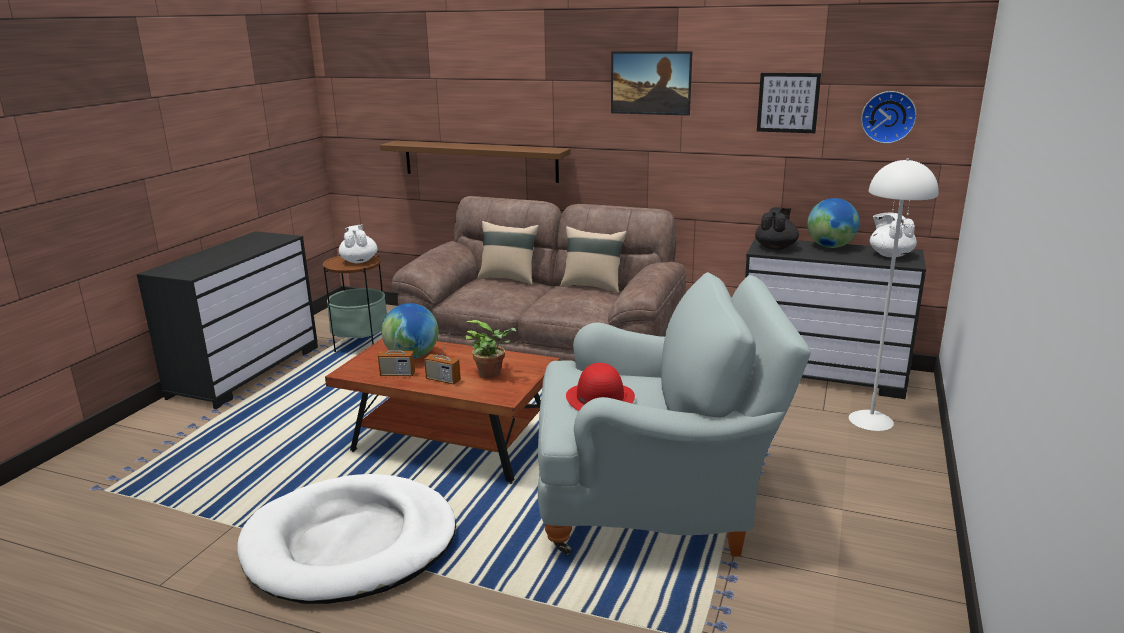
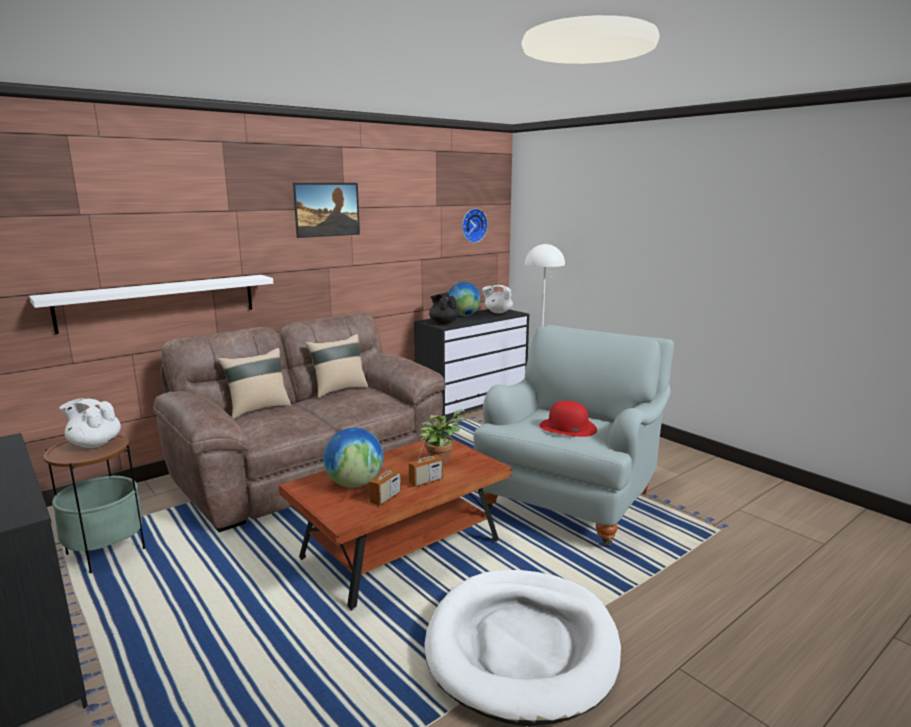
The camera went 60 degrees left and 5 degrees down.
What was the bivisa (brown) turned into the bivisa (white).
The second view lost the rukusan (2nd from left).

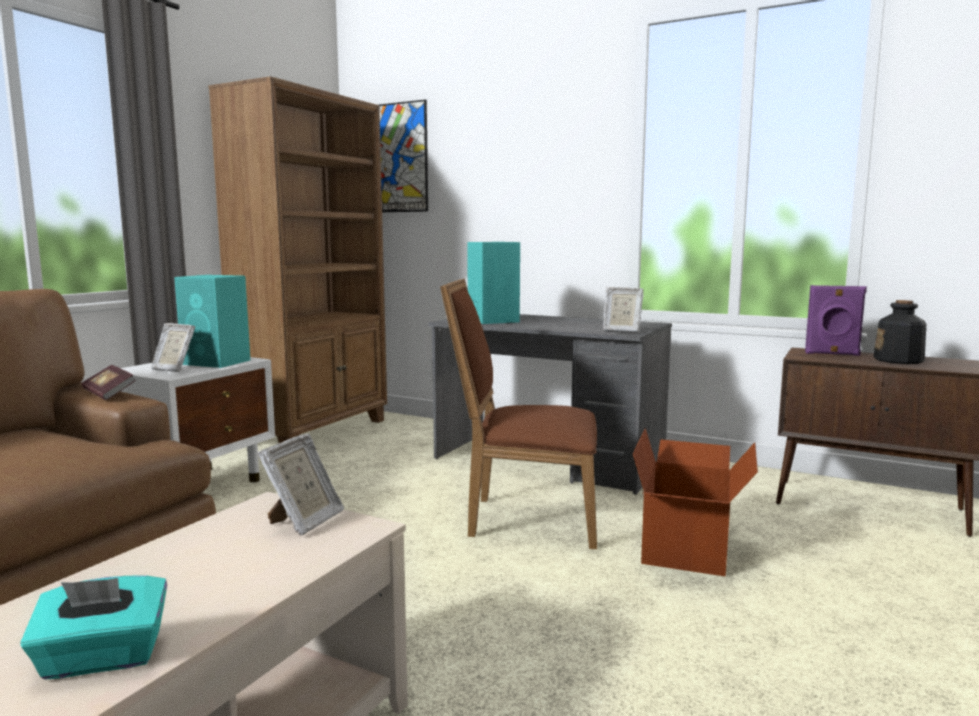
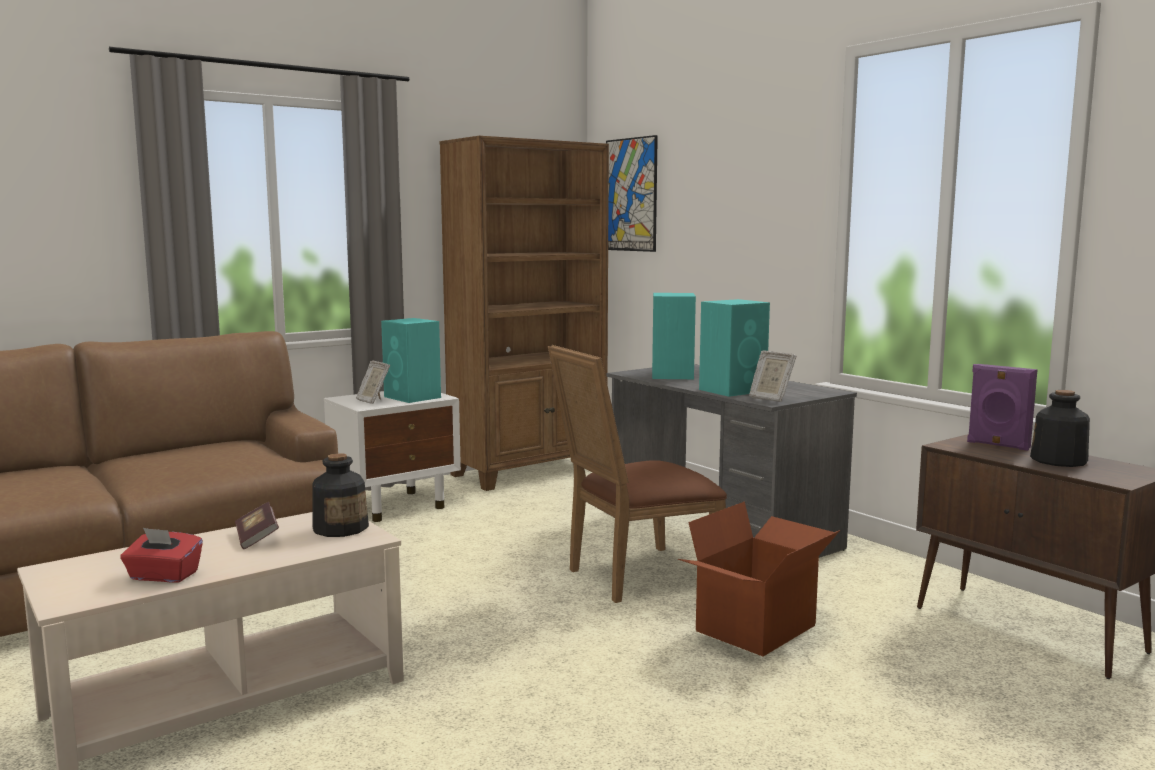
The camera went 25 degrees right and 0 degrees up.
What was the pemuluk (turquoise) turned into the pemuluk (red).
The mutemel ended up elsewhere.
Where the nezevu (2nd from left) stood, the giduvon (1st from left) came to stand.
The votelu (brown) ended up facing another way, 60 degrees counterclockwise from before.
The second view gained the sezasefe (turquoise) (3rd from left).

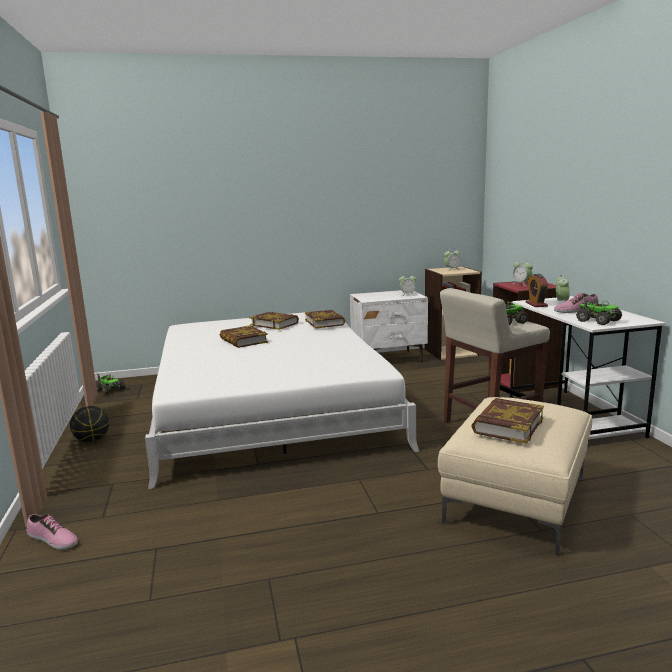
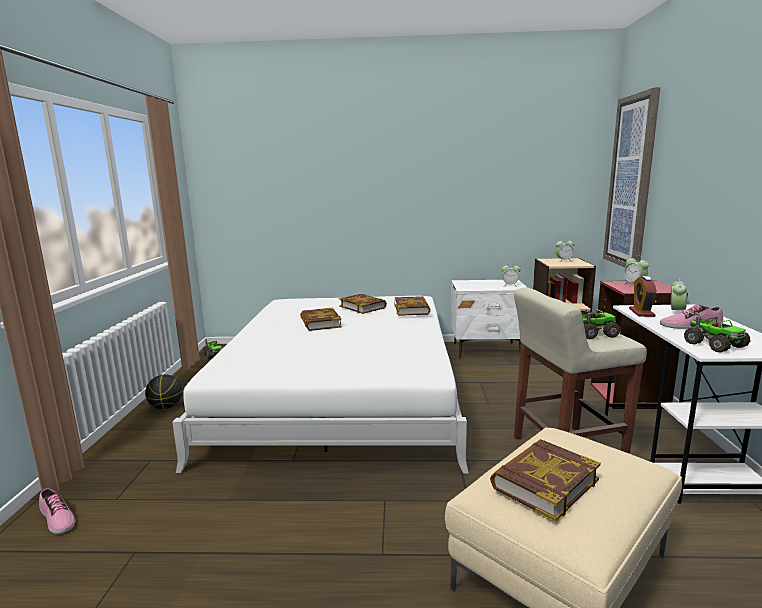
The camera went 15 degrees right and 0 degrees up.
The second view gained the rukusan.

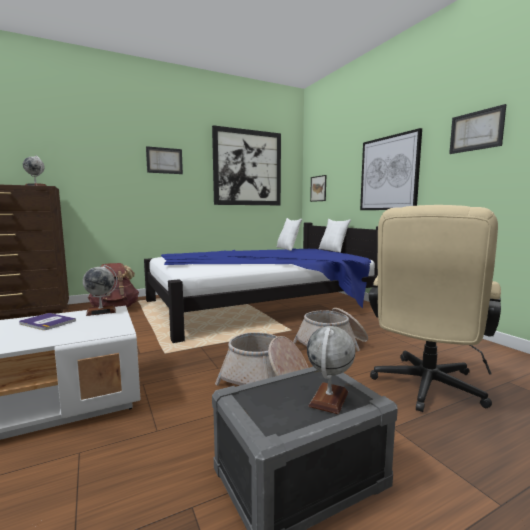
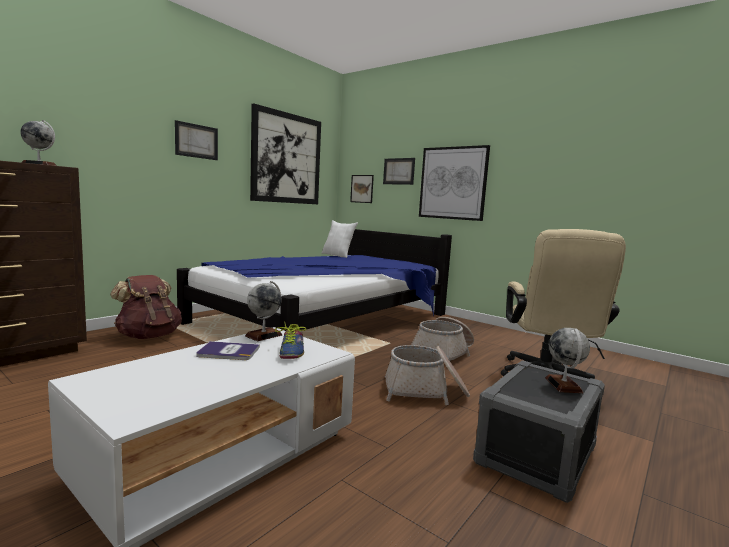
The camera went 25 degrees left and 0 degrees up.
The second view gained the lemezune.
The rukusan (5th from left in the first image) ended up elsewhere.
The second view lost the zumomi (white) (2nd from left).

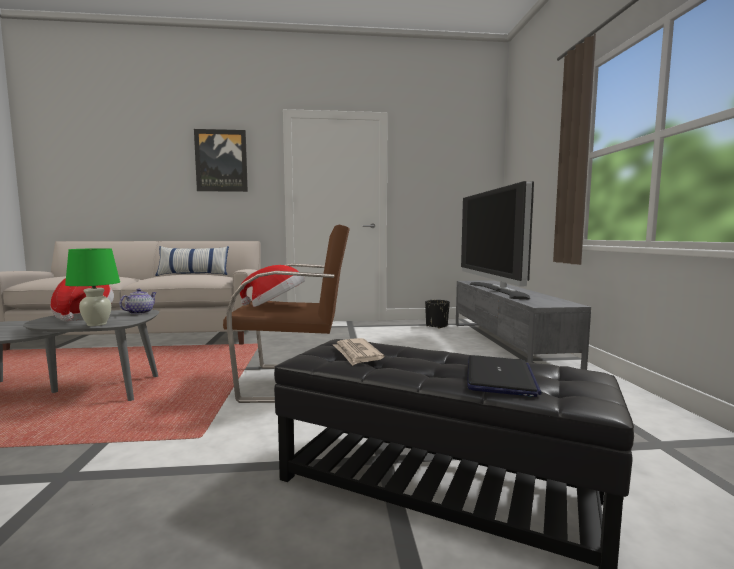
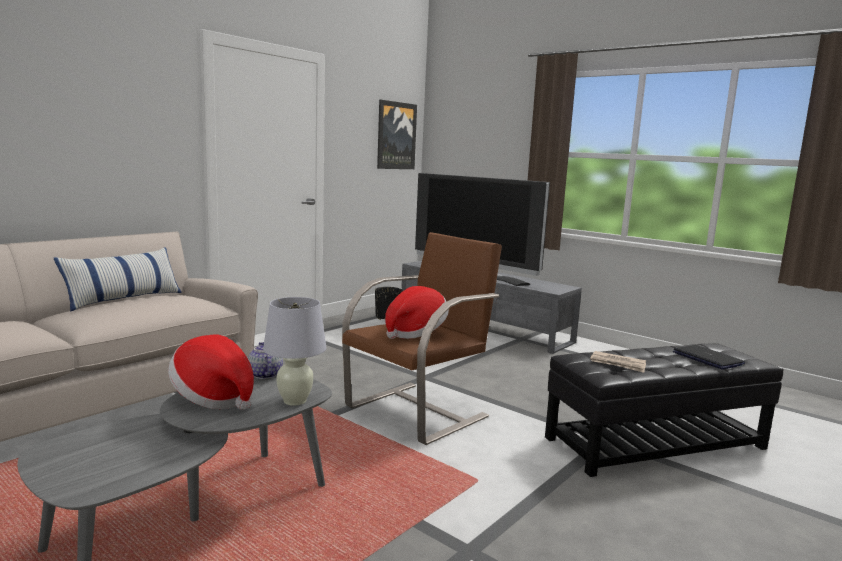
The camera went 45 degrees left and 5 degrees up.
What was the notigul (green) turned into the notigul (white).
The rukusan ended up elsewhere.

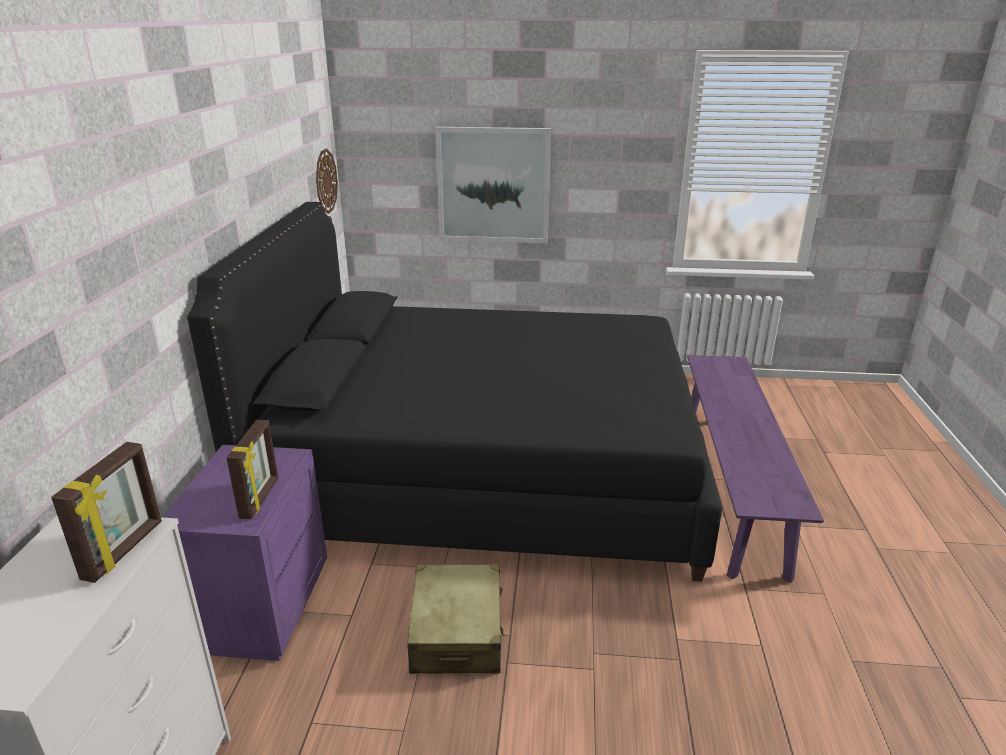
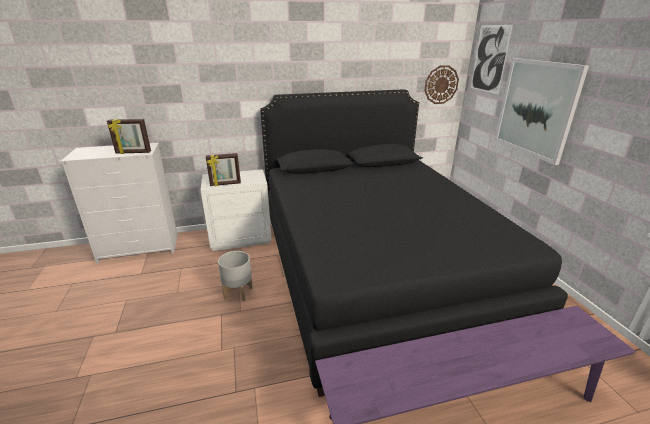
The camera went 70 degrees right and 0 degrees up.
What was the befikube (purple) turned into the befikube (white).
Where the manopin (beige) stood, the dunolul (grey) came to stand.
The second view gained the rukusan (1st from left).

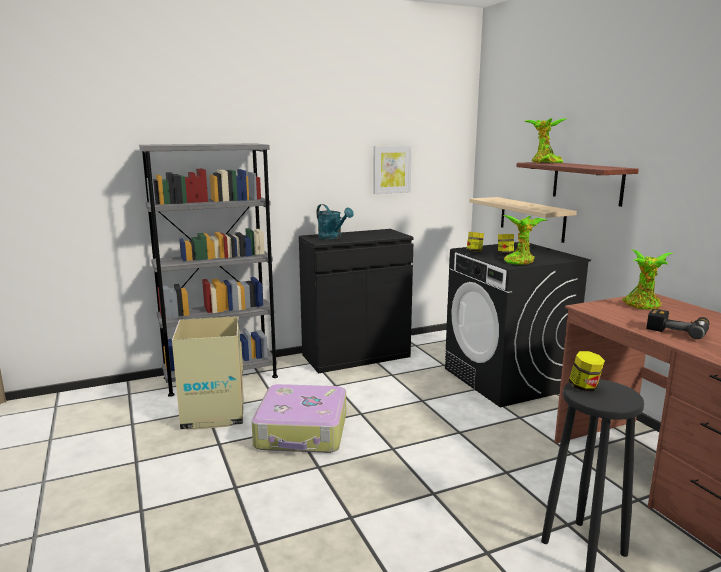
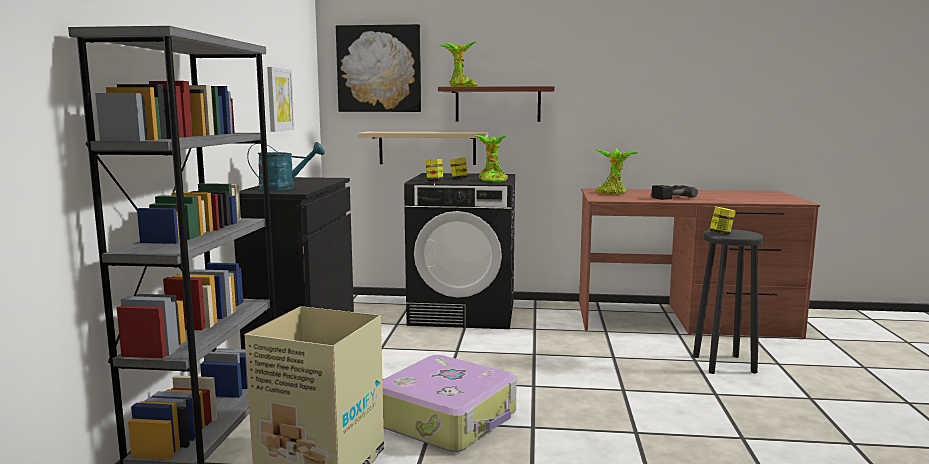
The camera went 60 degrees left and 5 degrees down.
The second view gained the rukusan (2nd from left).

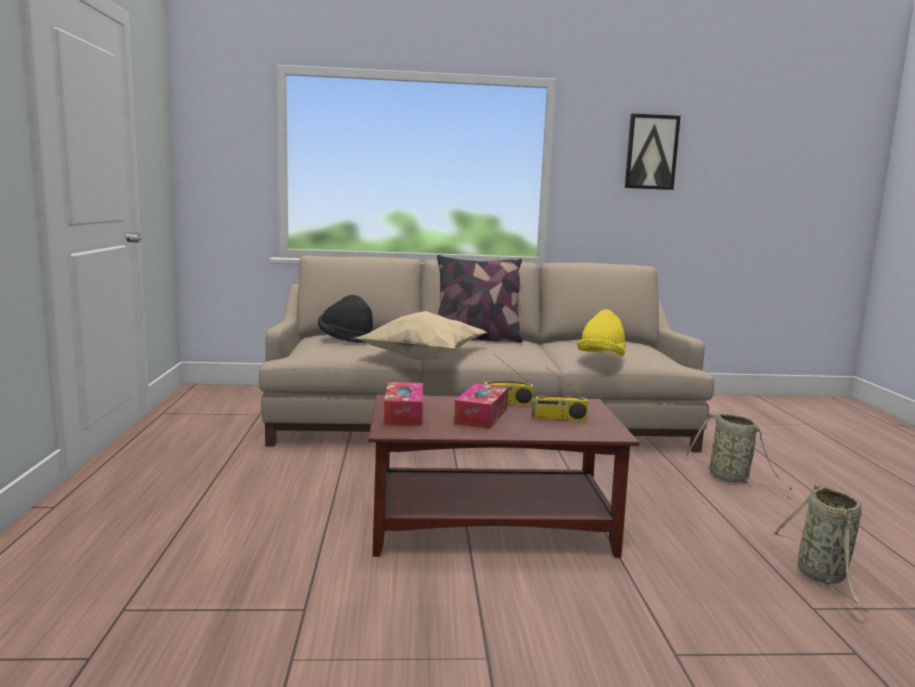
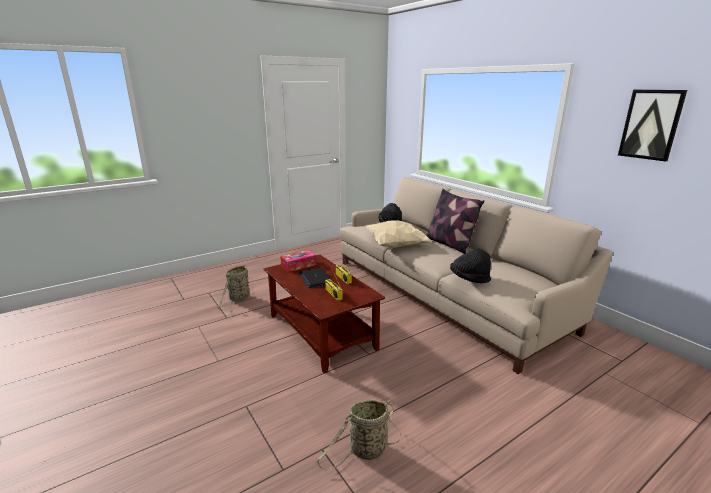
The camera went 60 degrees right and 10 degrees up.
The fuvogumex (1st from left) ended up elsewhere.
Where the pemuluk (2nd from left) stood, the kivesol came to stand.
What was the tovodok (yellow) turned into the tovodok (black) (2nd from left).

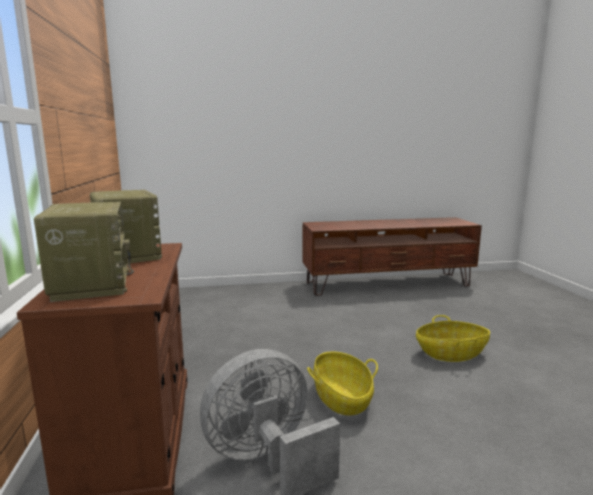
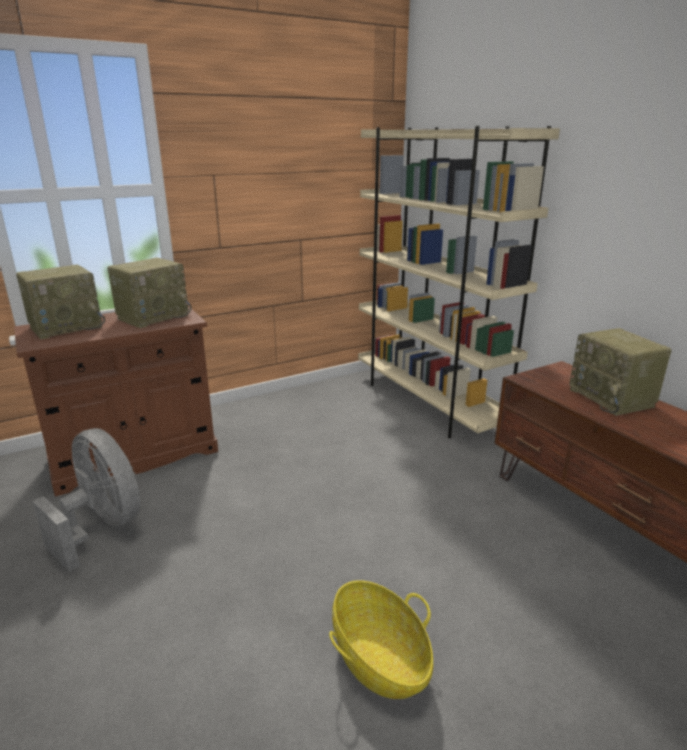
The camera went 70 degrees right and 10 degrees up.
The second view gained the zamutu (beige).
The second view gained the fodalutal (3rd from left).
The second view lost the fuvogumex (1st from left).

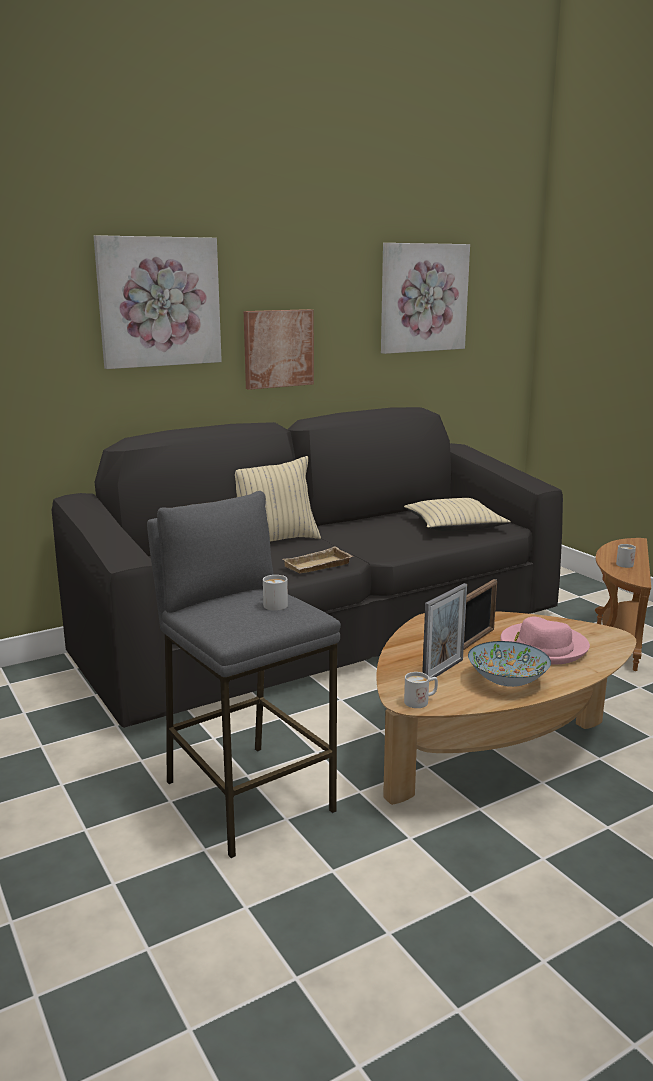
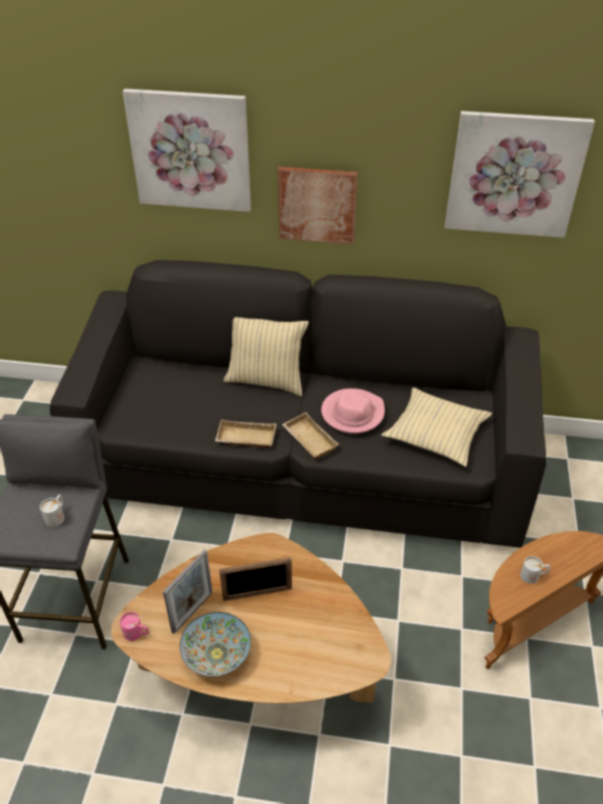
The camera went 40 degrees right and 25 degrees up.
What was the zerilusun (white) (2nd from left) turned into the zerilusun (pink).
The nezevu (1st from left) ended up facing another way, 45 degrees counterclockwise from before.
The second view gained the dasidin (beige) (2nd from left).
The tovodok (pink) ended up elsewhere.

